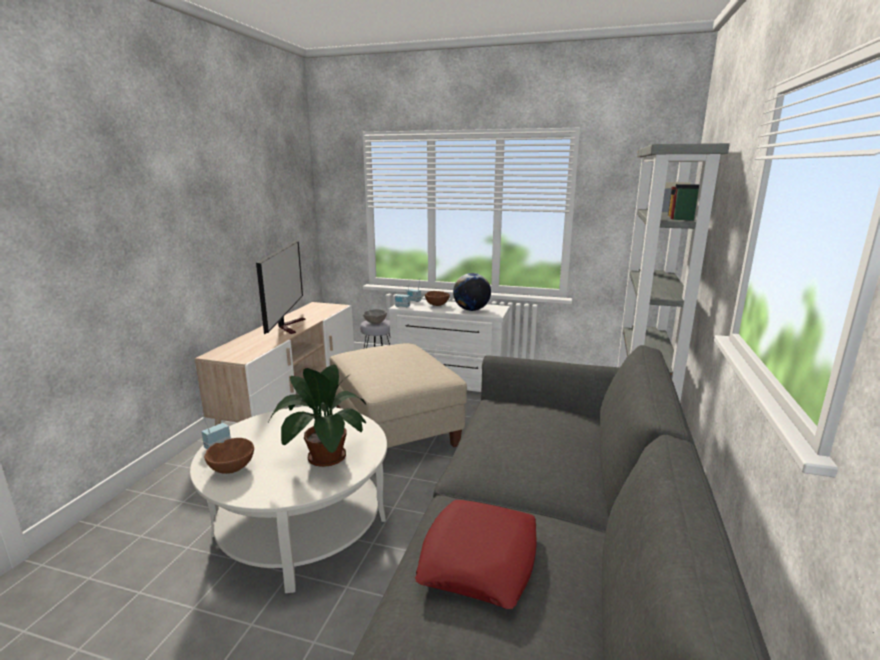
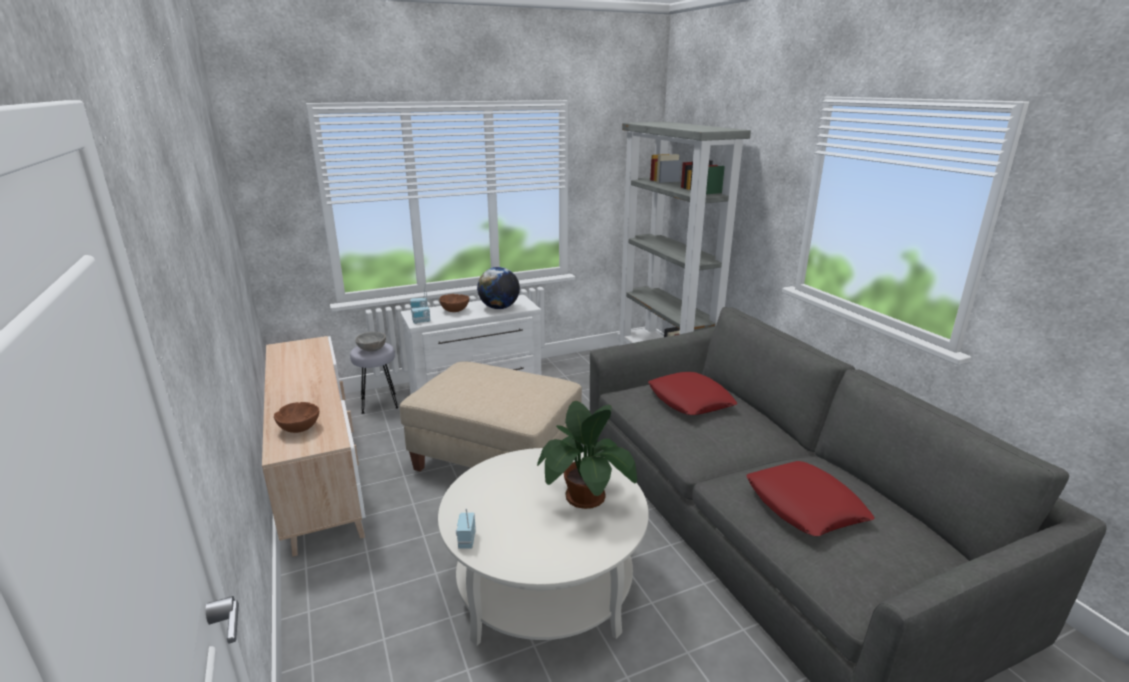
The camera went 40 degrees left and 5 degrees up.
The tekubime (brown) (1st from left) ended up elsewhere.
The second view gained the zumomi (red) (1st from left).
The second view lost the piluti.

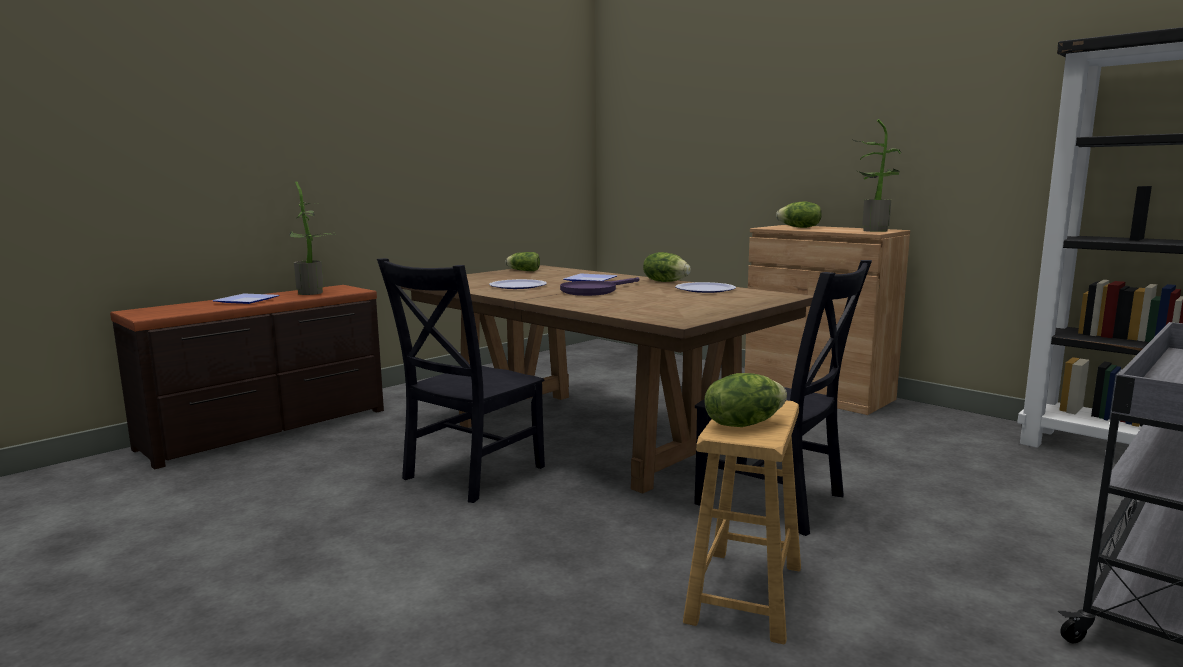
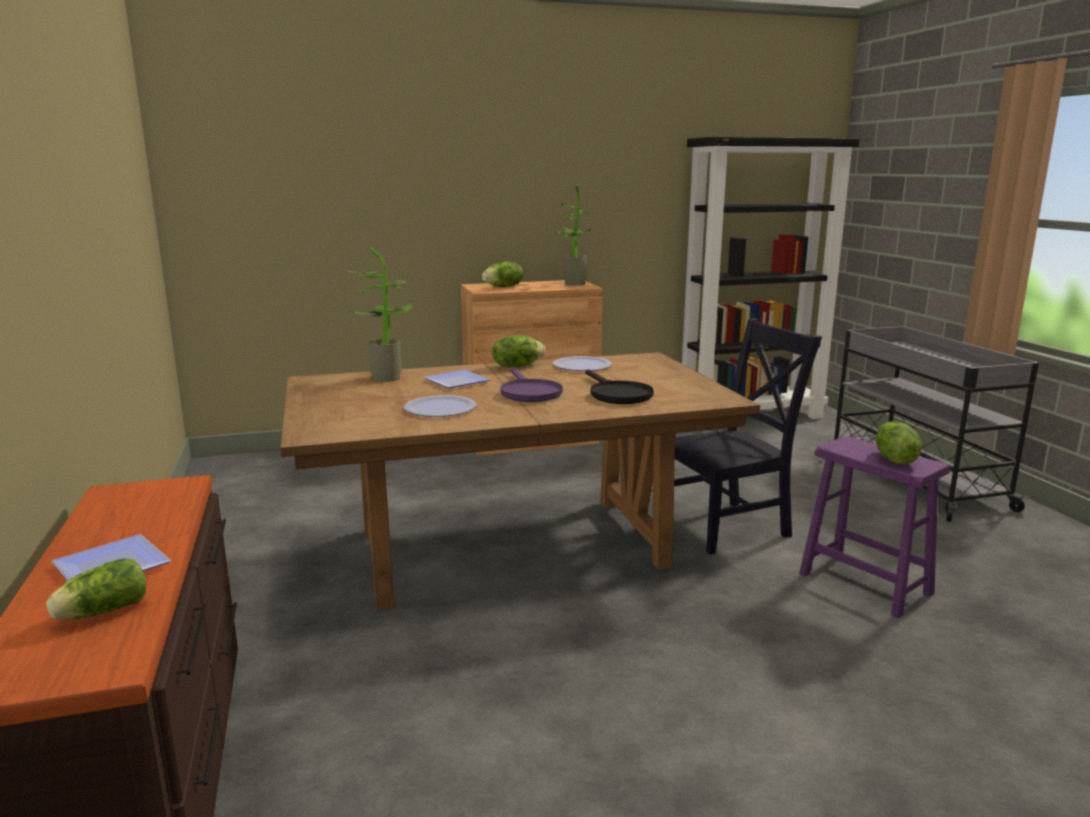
The camera went 60 degrees left and 5 degrees up.
The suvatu (1st from left) ended up elsewhere.
The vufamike (1st from left) ended up elsewhere.
The second view gained the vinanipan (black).
What was the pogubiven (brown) turned into the pogubiven (purple).
The second view lost the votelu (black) (1st from left).

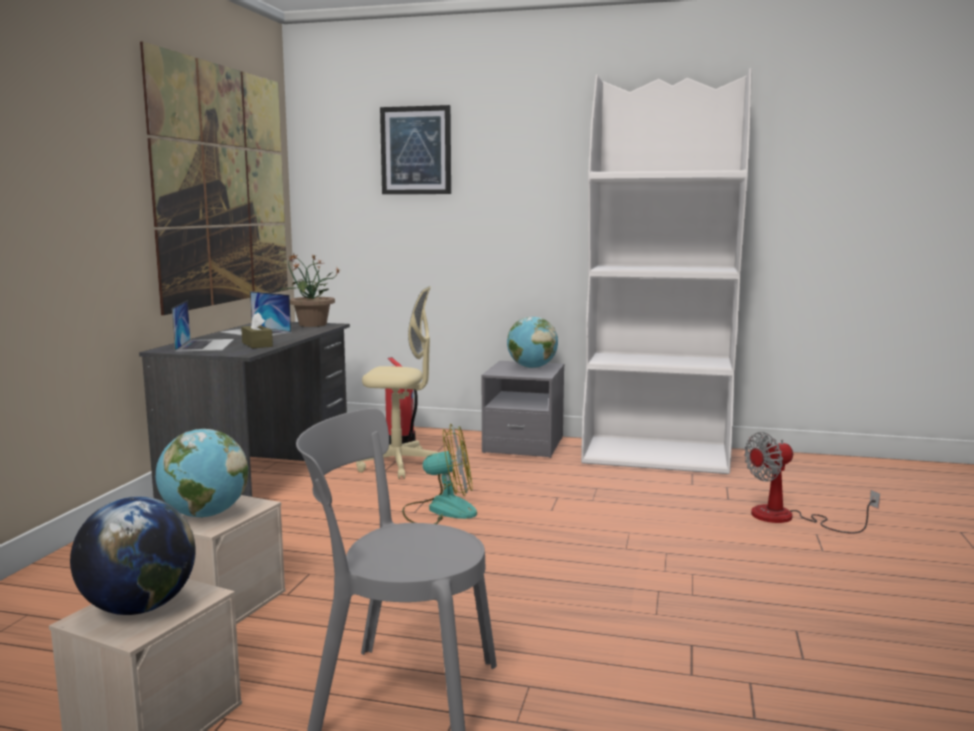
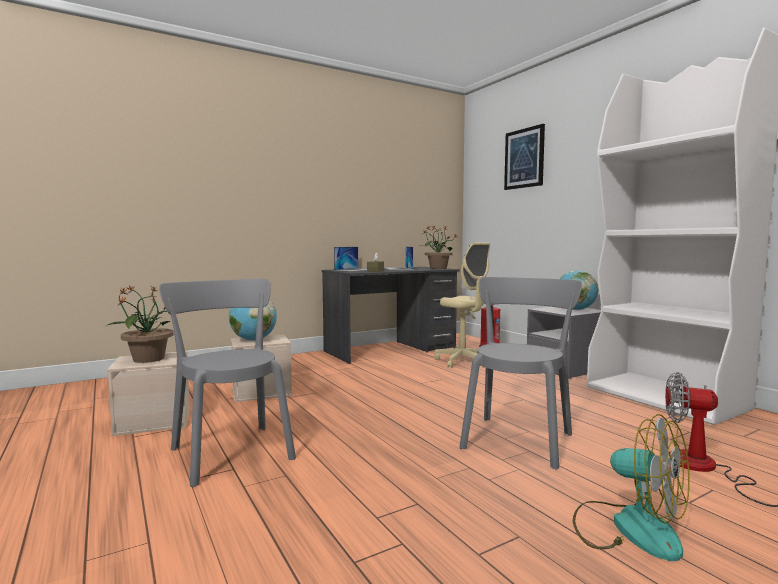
The camera went 45 degrees right and 5 degrees down.
Where the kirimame (1st from left) stood, the vufamike (1st from left) came to stand.
The second view gained the votelu (grey) (2nd from left).
The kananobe (1st from left) ended up elsewhere.
The second view lost the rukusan (1st from left).

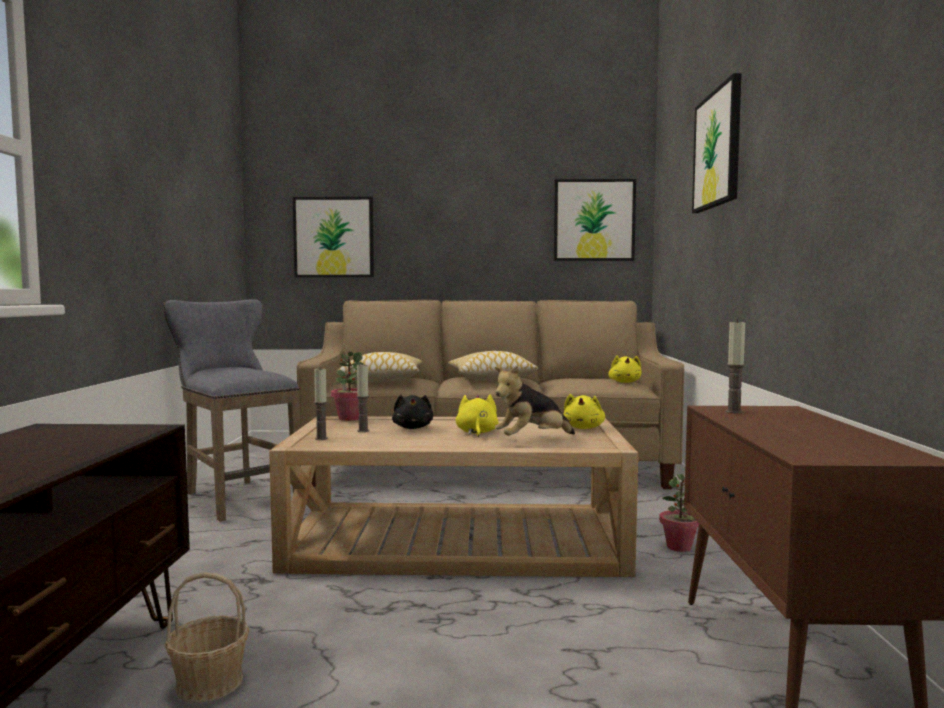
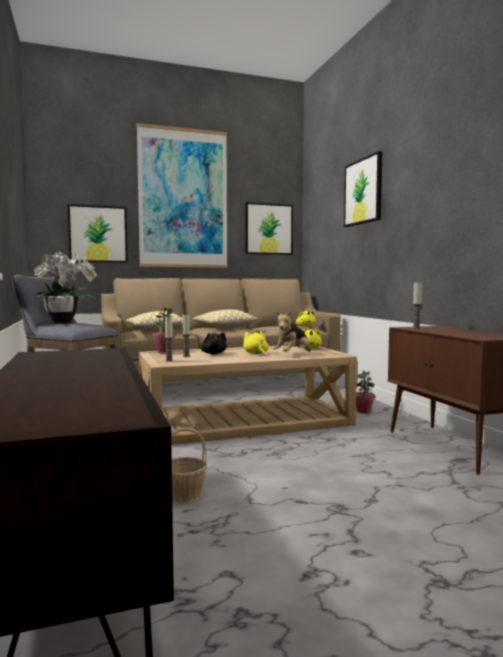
The camera went 20 degrees left and 0 degrees up.
The second view gained the vufamike (1st from left).
The second view gained the rukusan (2nd from left).

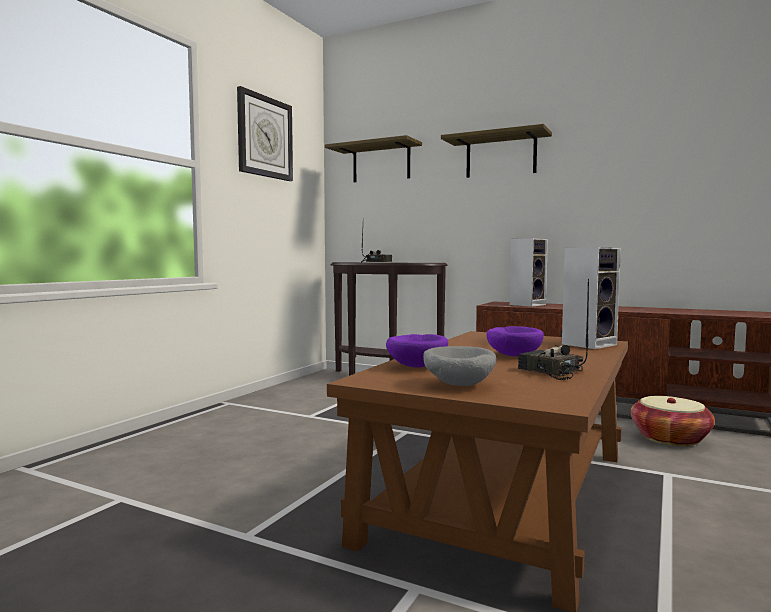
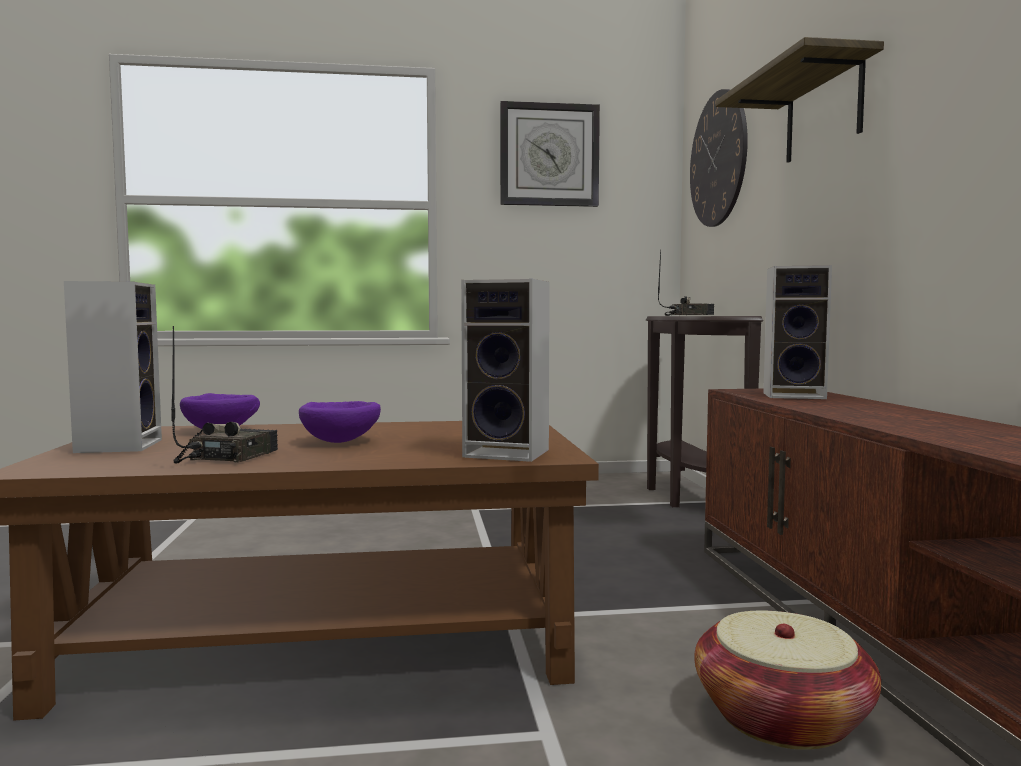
The camera went 55 degrees right and 0 degrees up.
Where the tekubime (grey) stood, the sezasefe (1st from left) came to stand.
Where the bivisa (1st from left) hung, the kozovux (2nd from left) came to hang.

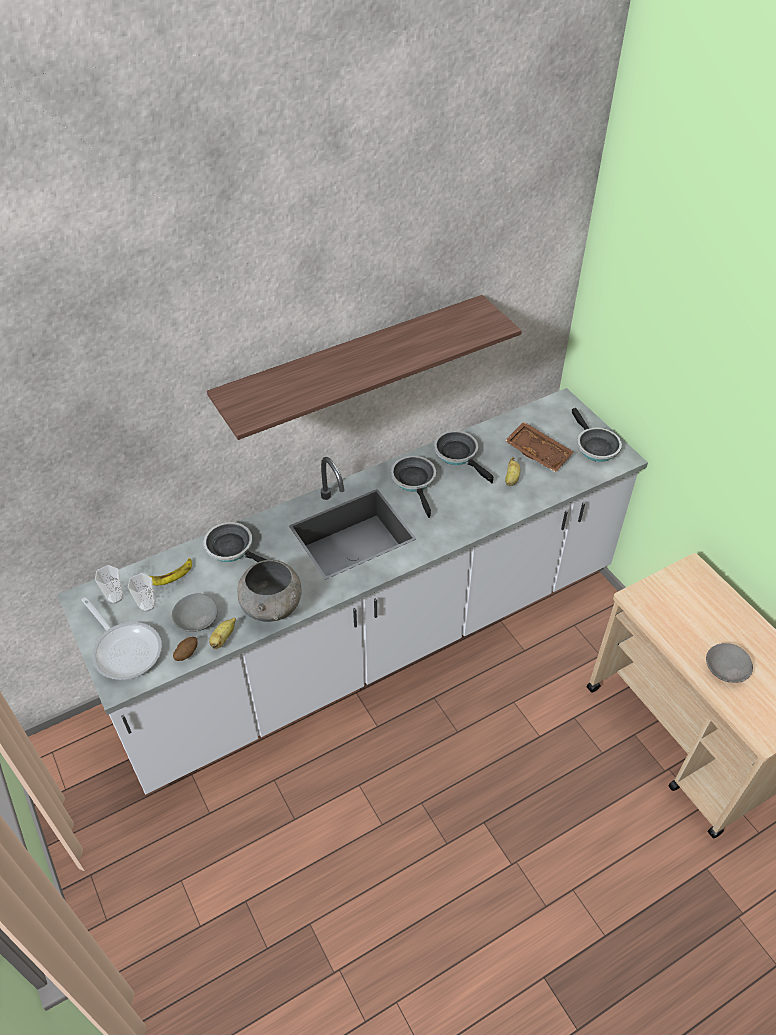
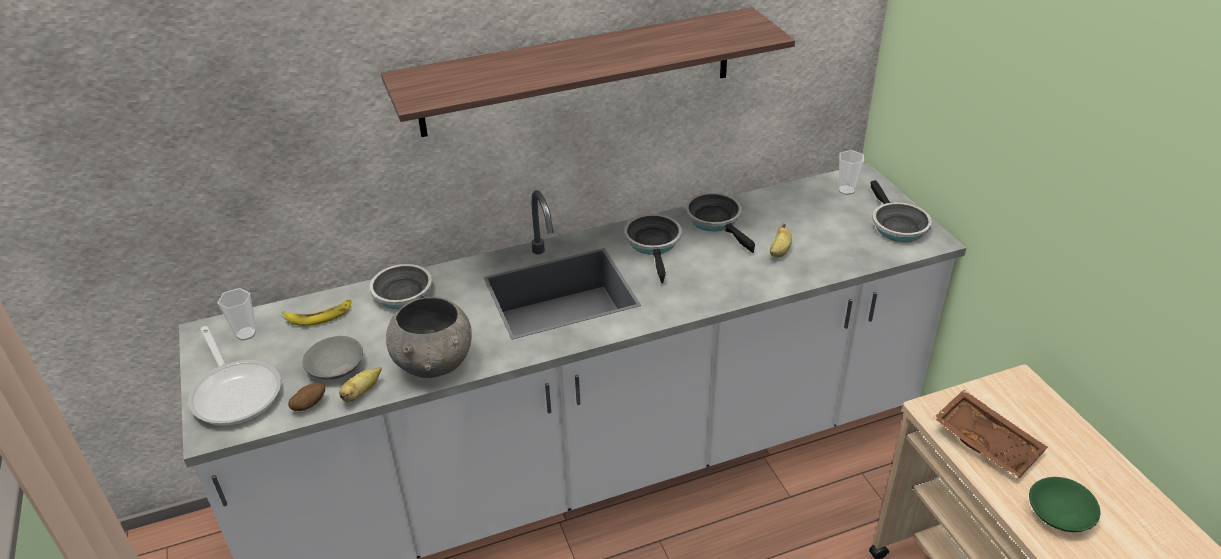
The camera went 10 degrees right and 10 degrees down.
The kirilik (2nd from left) ended up elsewhere.
The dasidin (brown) ended up elsewhere.
What was the tekubime (grey) (3rd from left) turned into the tekubime (green).

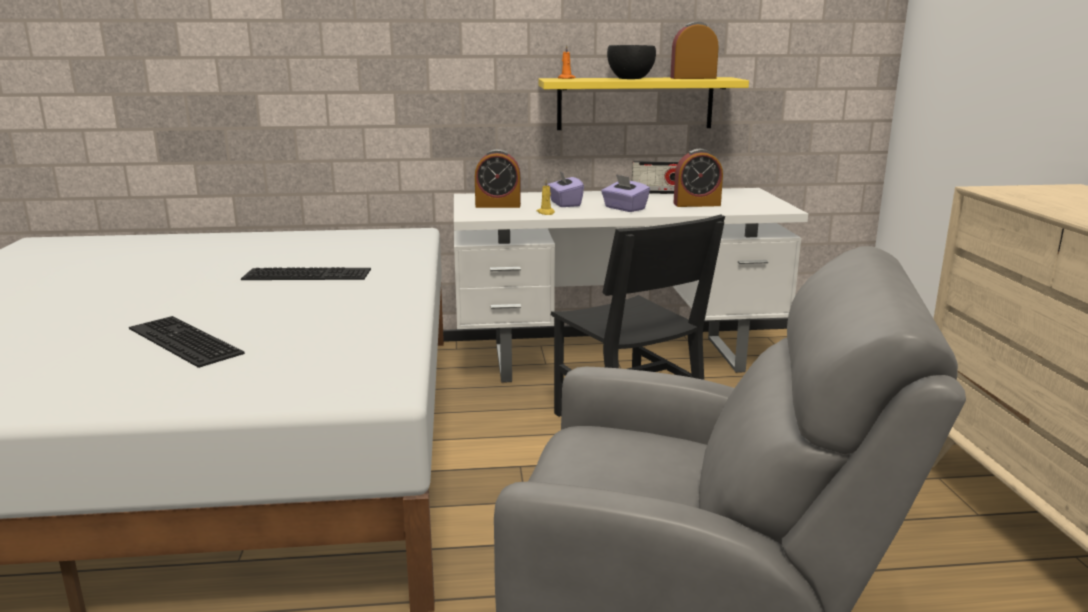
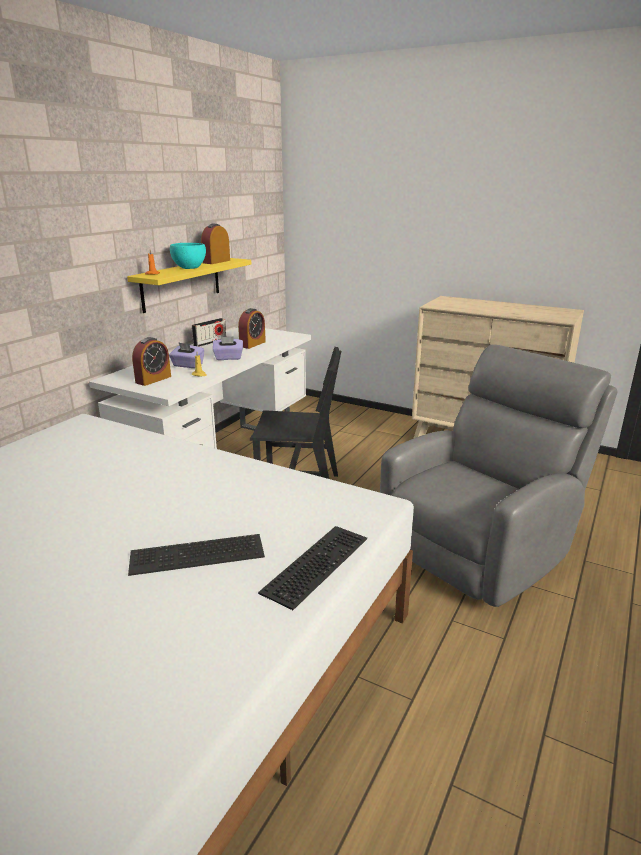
The camera went 55 degrees left and 5 degrees up.
What was the tekubime (black) turned into the tekubime (turquoise).
The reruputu (2nd from left) ended up elsewhere.

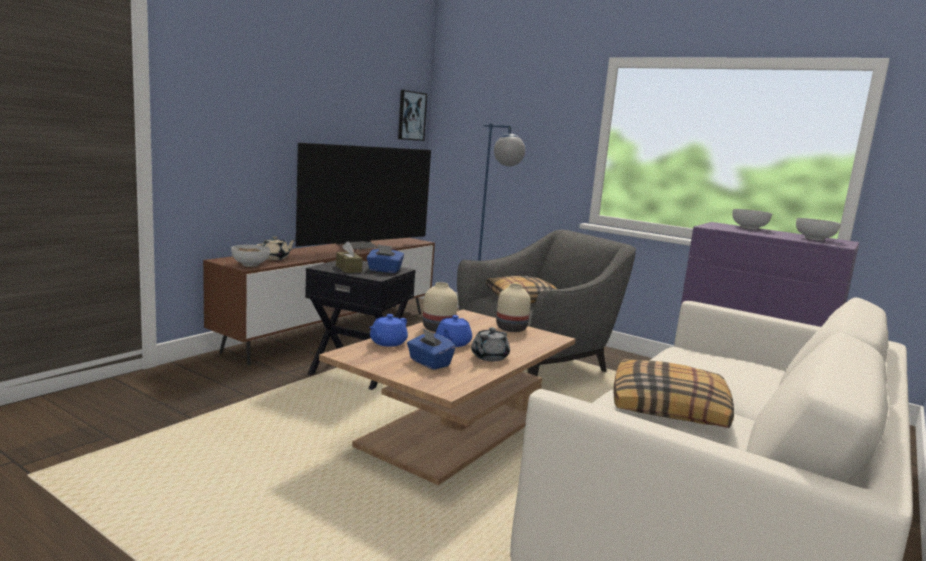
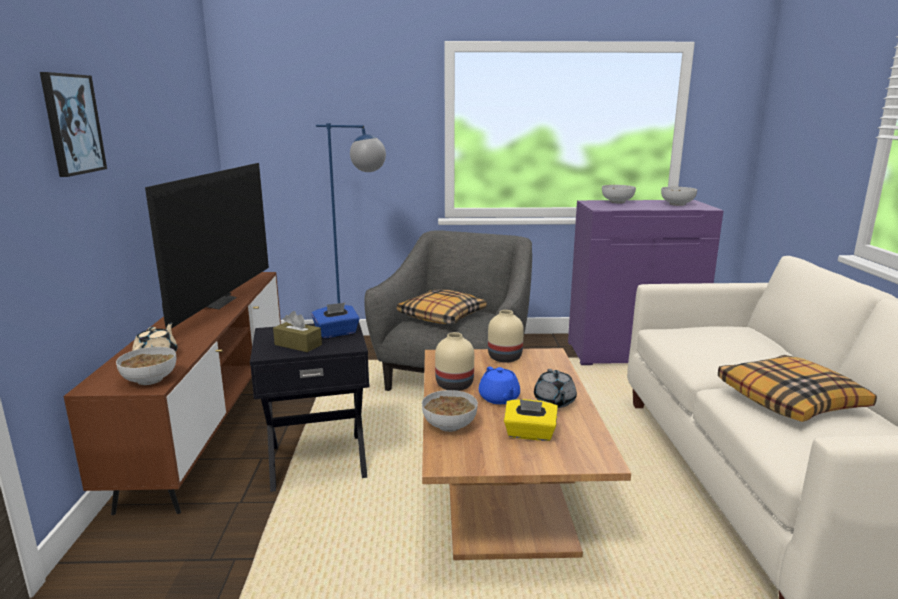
The camera went 35 degrees left and 5 degrees up.
The rukusan ended up elsewhere.
Where the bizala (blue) (1st from left) stood, the tekubime (2nd from left) came to stand.
What was the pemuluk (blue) (2nd from left) turned into the pemuluk (yellow).

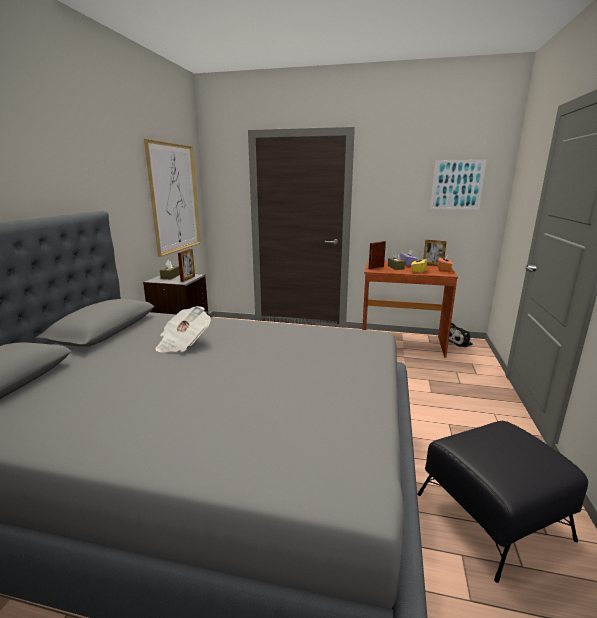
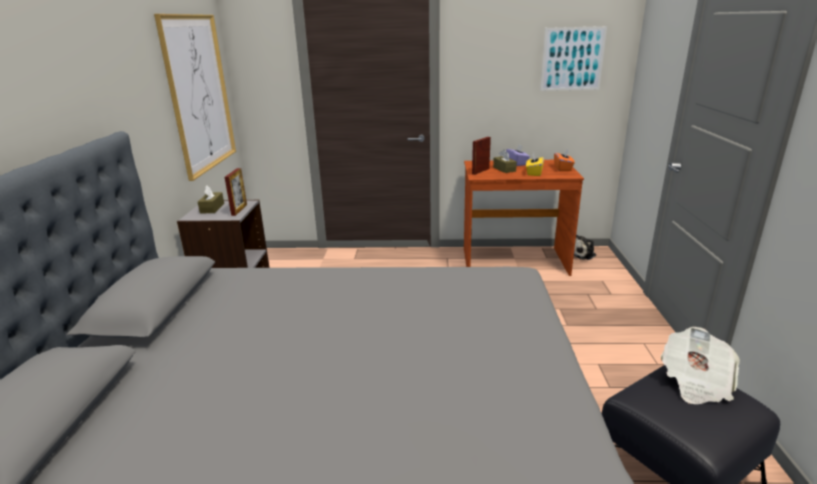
The camera went 10 degrees left and 5 degrees up.
The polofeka ended up elsewhere.
The second view lost the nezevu (3rd from left).

